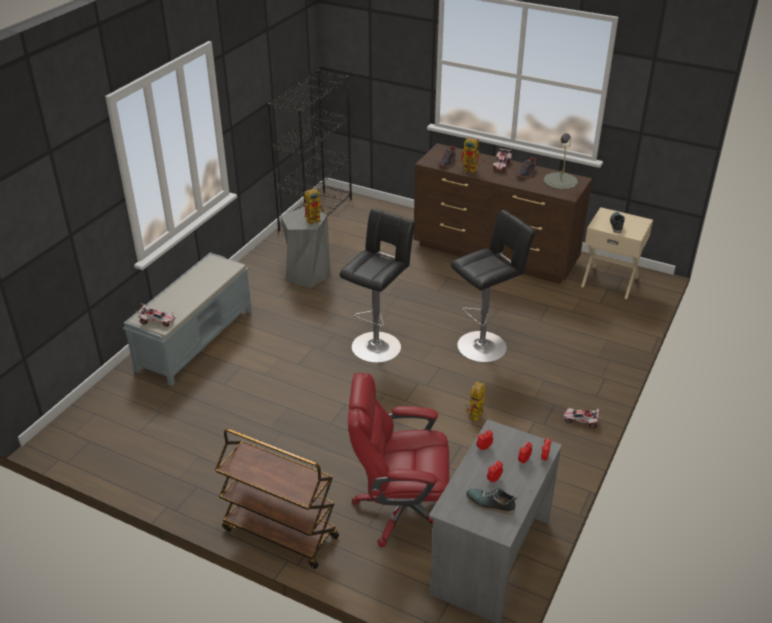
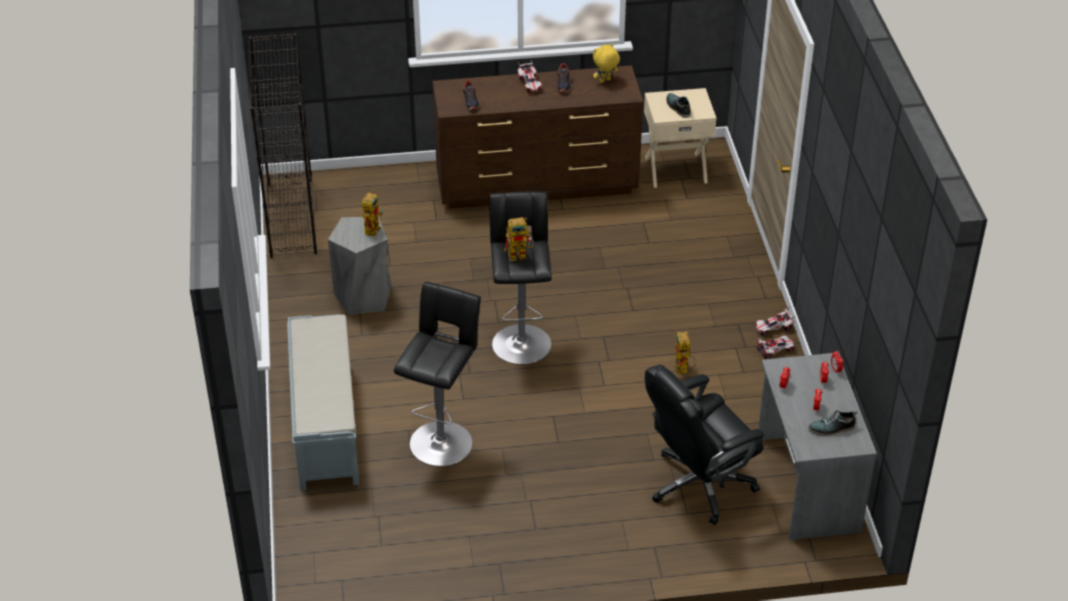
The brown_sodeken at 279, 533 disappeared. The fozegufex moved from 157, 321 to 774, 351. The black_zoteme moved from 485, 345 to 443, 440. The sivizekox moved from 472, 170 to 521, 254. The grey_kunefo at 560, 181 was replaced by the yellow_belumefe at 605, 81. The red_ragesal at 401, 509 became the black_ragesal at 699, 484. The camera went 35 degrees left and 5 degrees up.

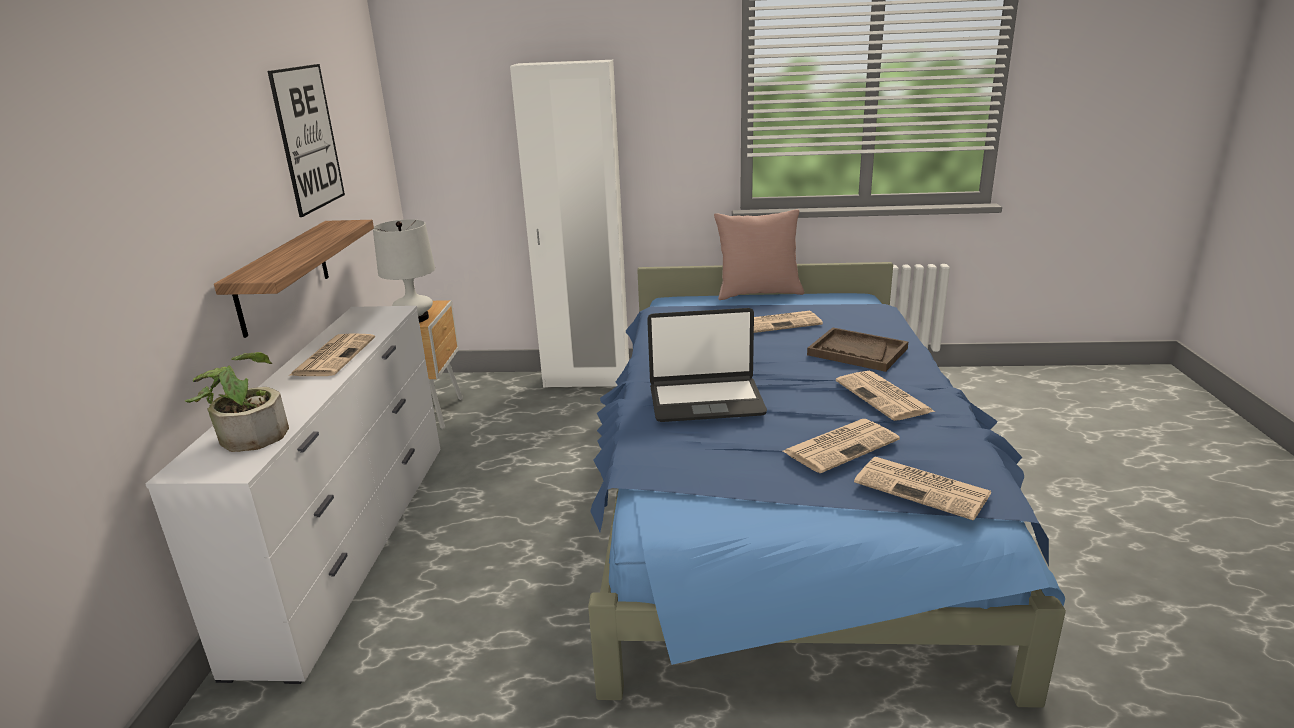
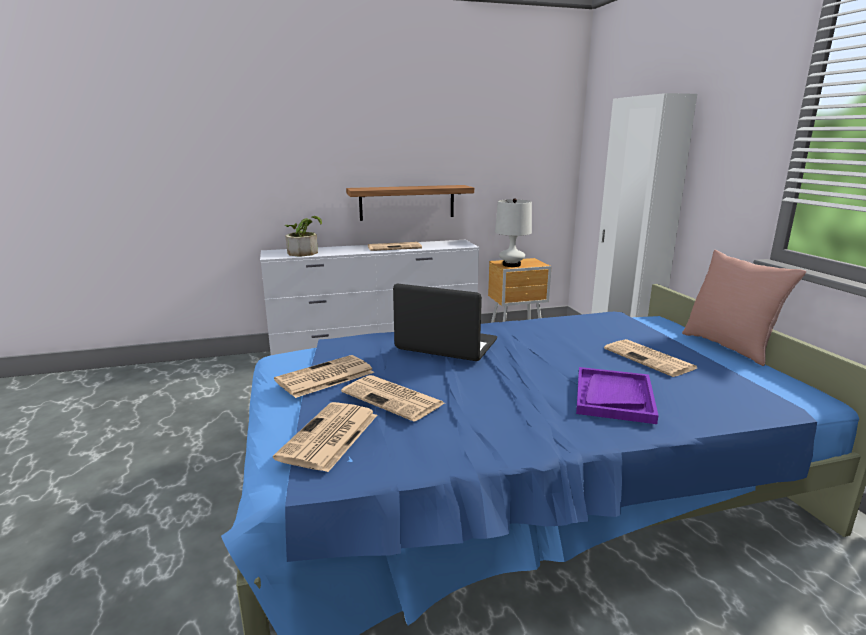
The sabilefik at 308, 138 disappeared. The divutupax moved from 884, 397 to 324, 377. The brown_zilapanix at 857, 352 became the purple_zilapanix at 613, 397. The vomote at 706, 400 turned 135 degrees clockwise. The camera went 70 degrees right and 5 degrees down.

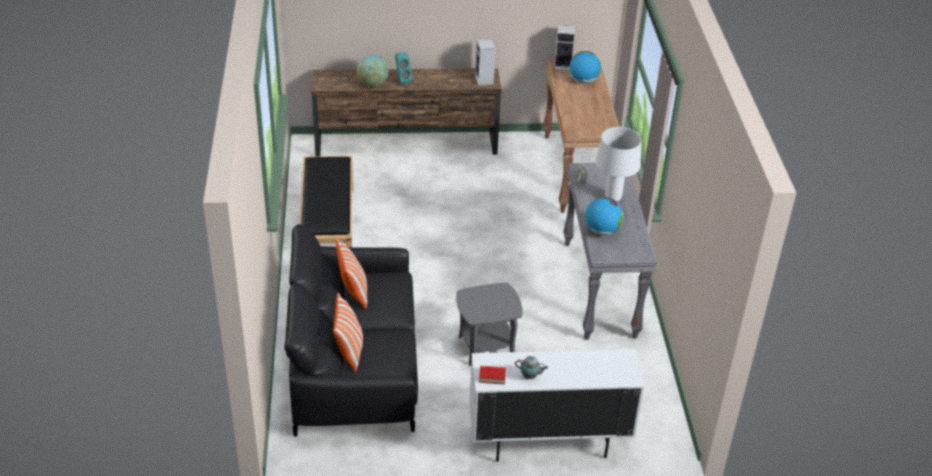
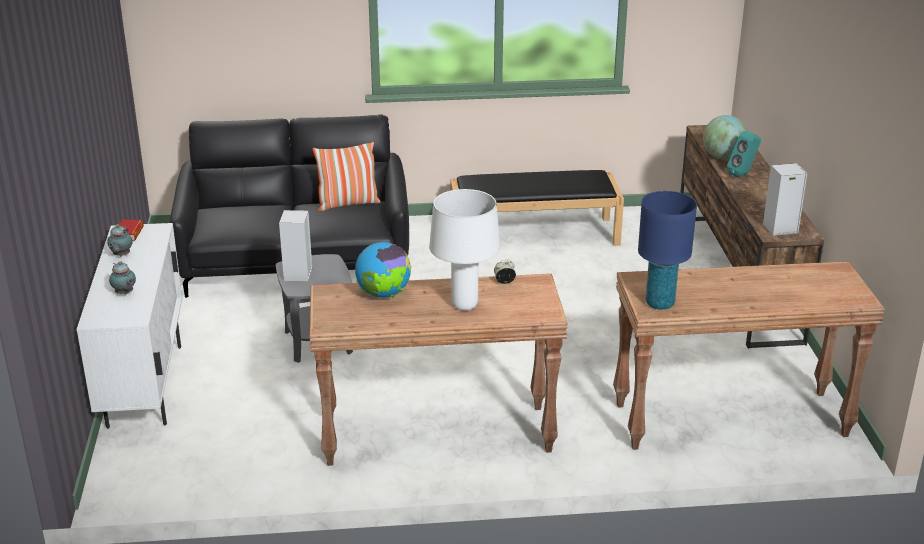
The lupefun at 349, 351 disappeared. The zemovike at 583, 81 disappeared. The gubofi at 125, 293 appeared. The blue_kunefo at 660, 303 appeared. The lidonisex moved from 563, 65 to 298, 275. The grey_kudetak at 600, 289 became the brown_kudetak at 436, 436. The camera went 90 degrees right and 10 degrees down.

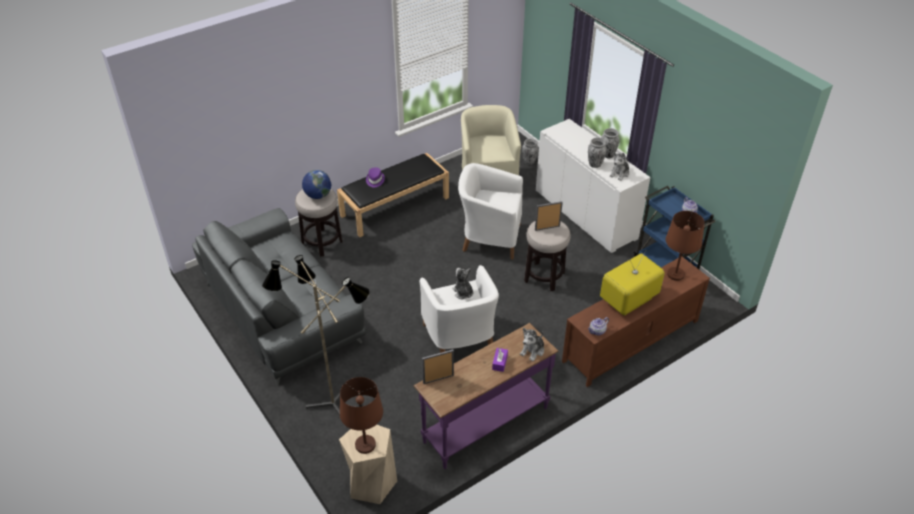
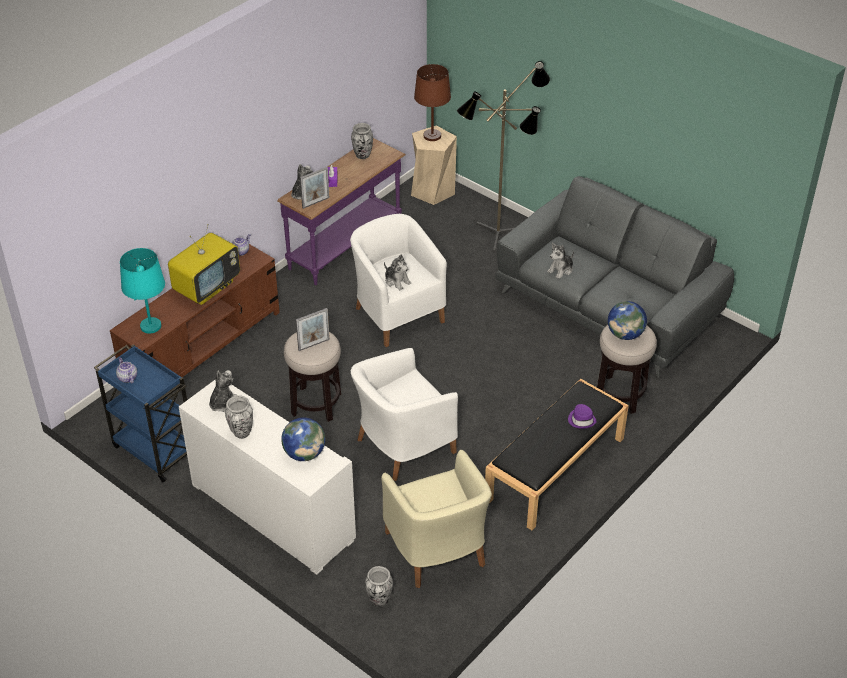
The zemovike at 304, 453 appeared. The belumefe at 561, 270 appeared. The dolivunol moved from 438, 379 to 315, 202. The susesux moved from 595, 164 to 362, 155. The brown_kunefo at 675, 274 became the turquoise_kunefo at 150, 326. The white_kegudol at 489, 238 turned 150 degrees clockwise. The camera went 165 degrees right and 0 degrees up.

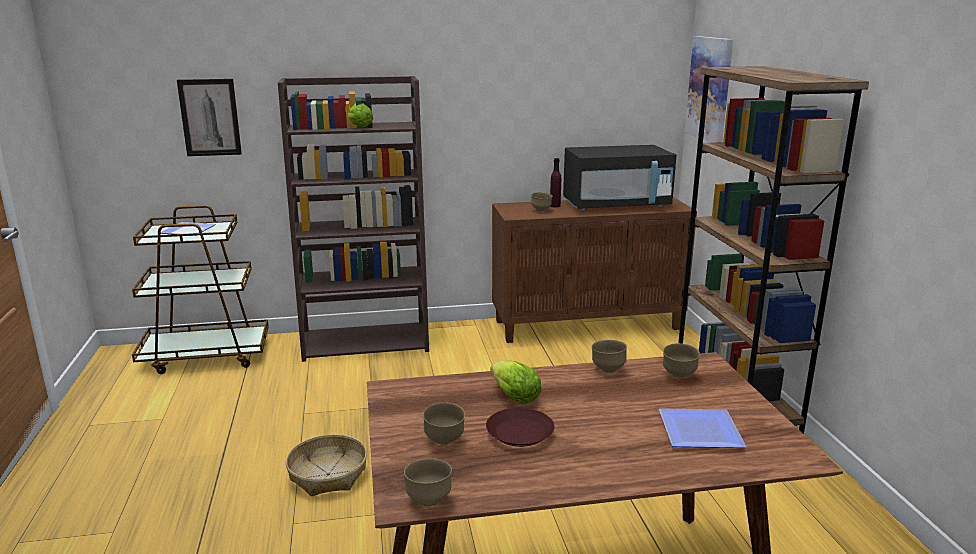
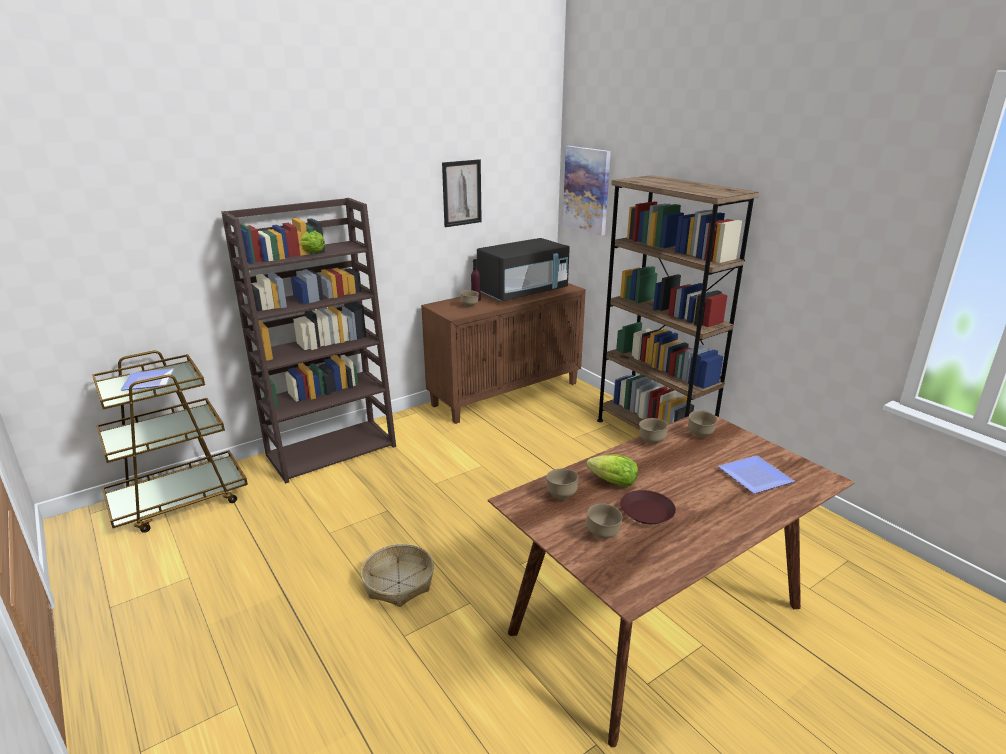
The sabilefik moved from 210, 117 to 462, 193. The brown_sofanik moved from 428, 500 to 561, 496. The camera went 25 degrees left and 5 degrees up.

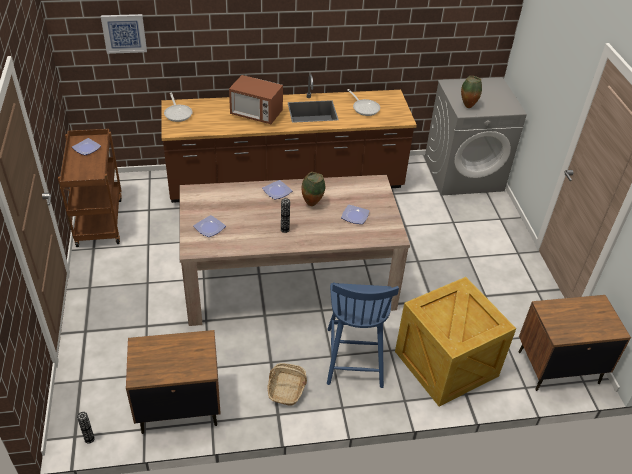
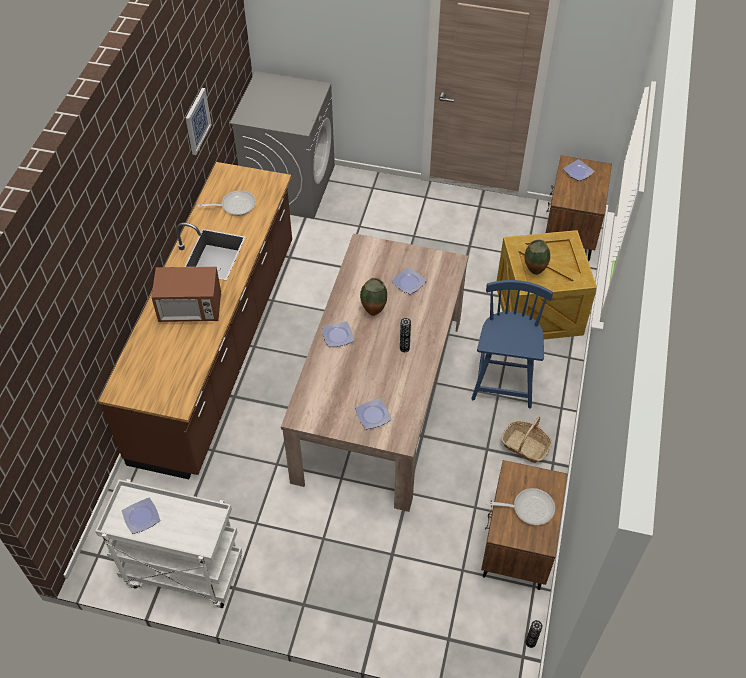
The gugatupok at 578, 171 appeared. The sabilefik moved from 124, 33 to 197, 121. The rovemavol moved from 178, 113 to 529, 508. The susesux moved from 467, 106 to 534, 272. The brown_sodeken at 99, 221 became the white_sodeken at 182, 572. The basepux at 256, 114 turned 45 degrees clockwise. The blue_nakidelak at 354, 355 turned 105 degrees counterclockwise. The camera went 65 degrees left and 10 degrees up.

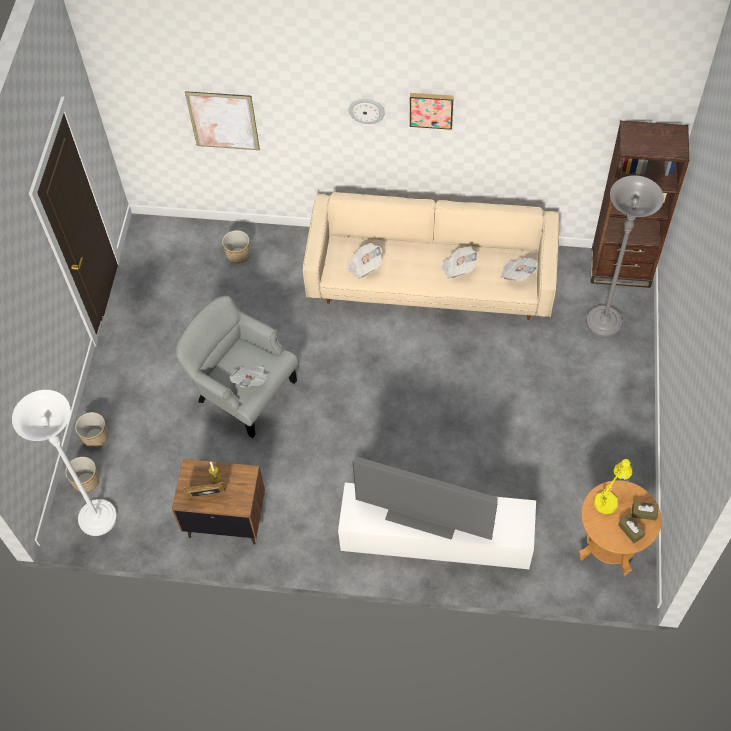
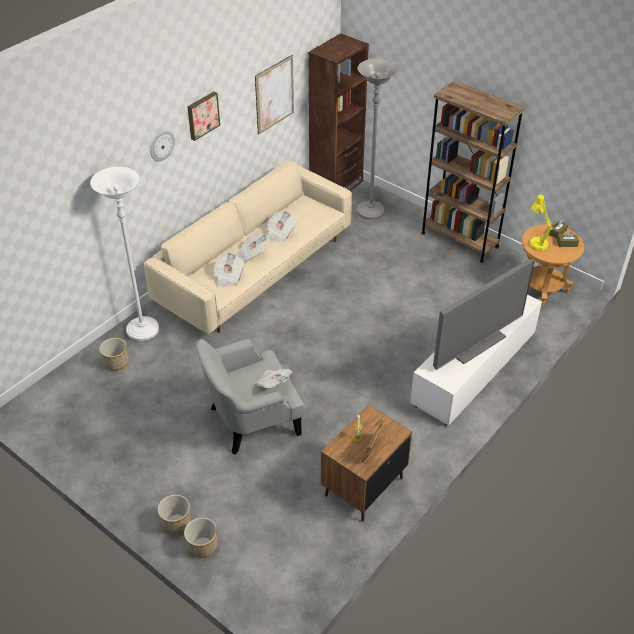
The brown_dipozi at 459, 240 appeared. The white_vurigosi moved from 98, 518 to 143, 330. The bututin moved from 86, 481 to 176, 523. The sabilefik moved from 223, 121 to 274, 94. The divutupax moved from 517, 274 to 252, 254. The camera went 60 degrees left and 15 degrees down.

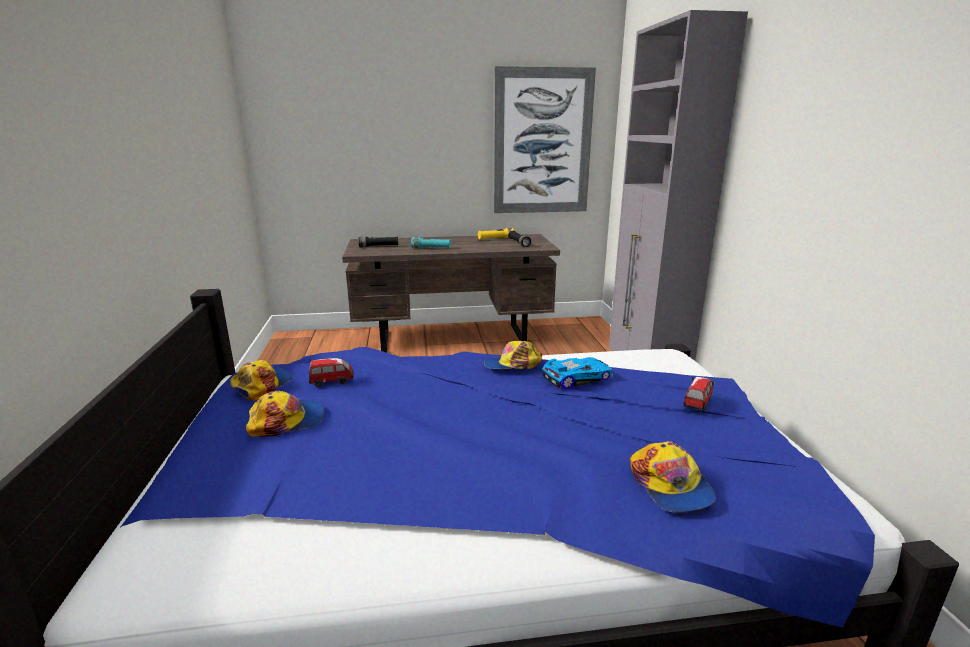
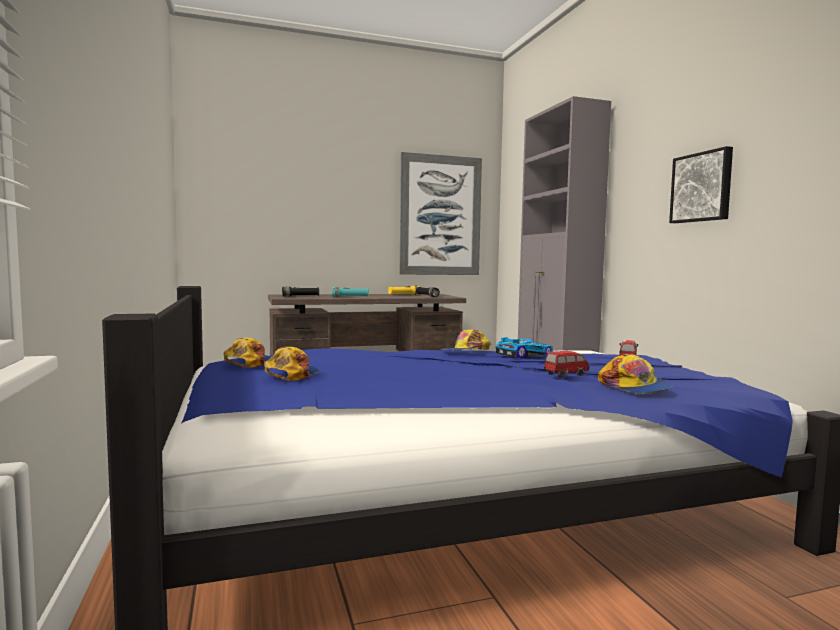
The sabilefik at 702, 187 appeared. The fozegufex moved from 332, 381 to 566, 375. The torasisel at 287, 421 turned 45 degrees counterclockwise. The camera went 10 degrees left and 15 degrees down.

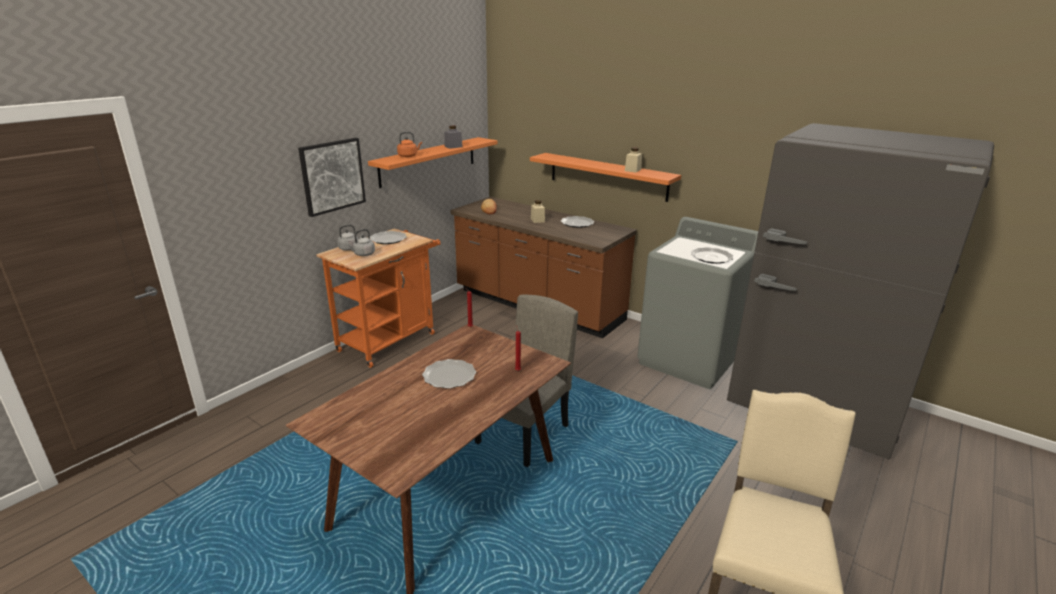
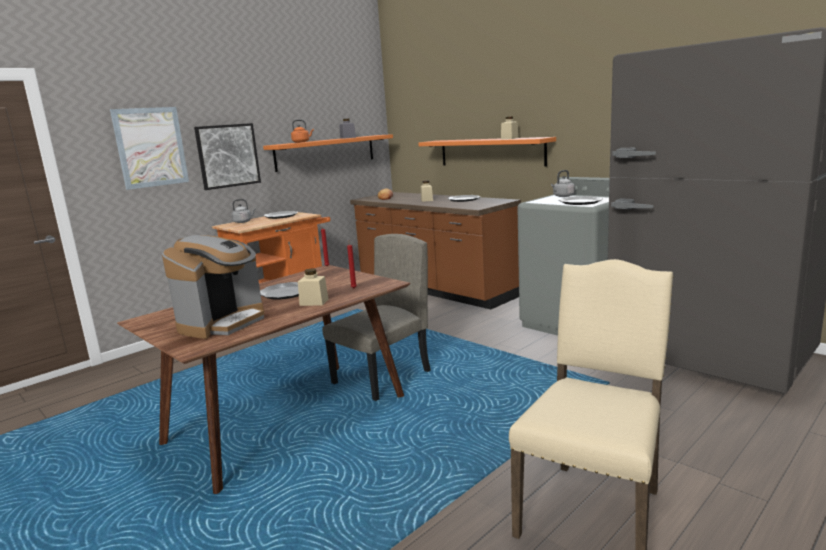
The sabilefik at 151, 147 appeared. The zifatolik at 223, 323 appeared. The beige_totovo at 314, 302 appeared. The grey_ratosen moved from 363, 254 to 563, 196. The camera went 10 degrees right and 10 degrees down.

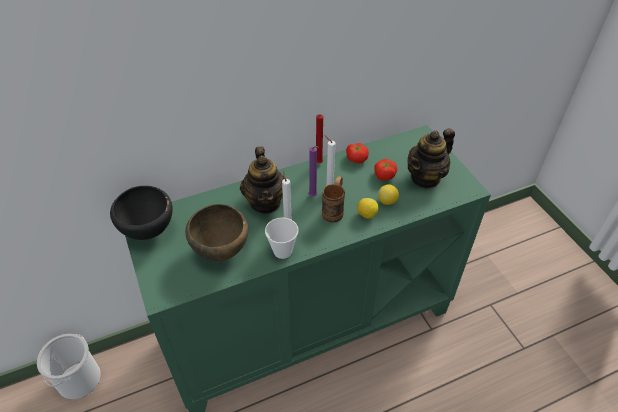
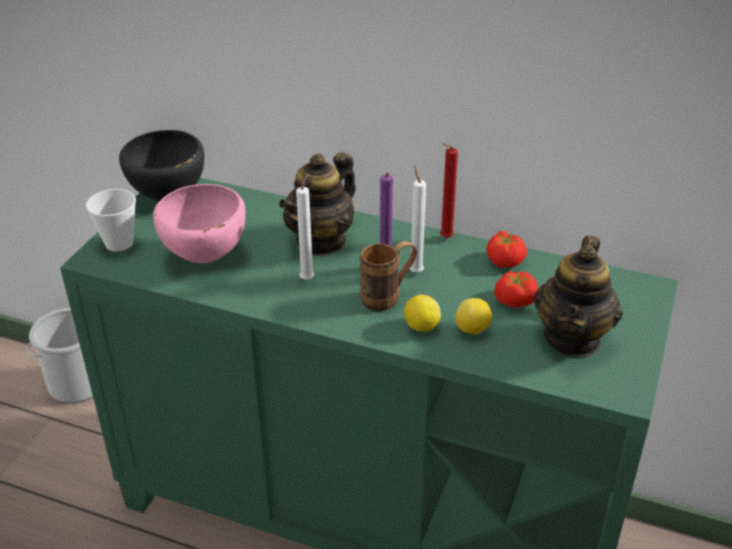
The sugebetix moved from 282, 251 to 119, 243. The brown_sofanik at 222, 251 became the pink_sofanik at 206, 258. The gubofi at 426, 177 turned 75 degrees counterclockwise. The camera went 45 degrees right and 10 degrees down.

